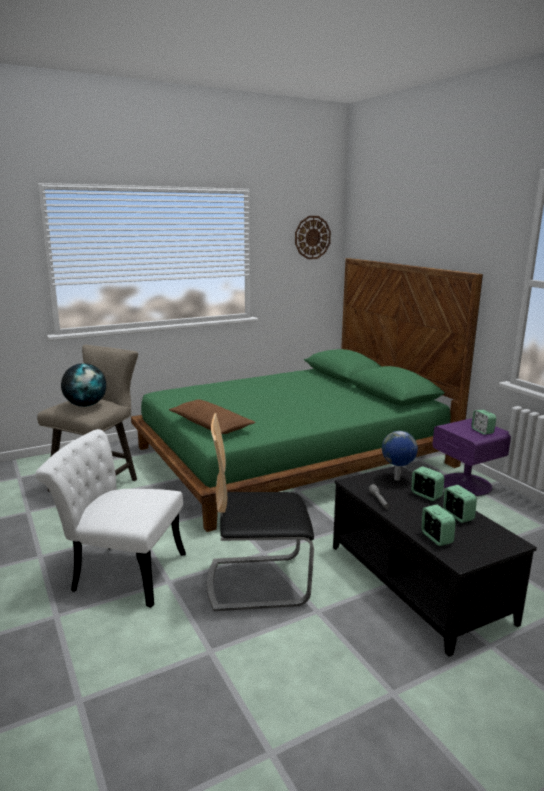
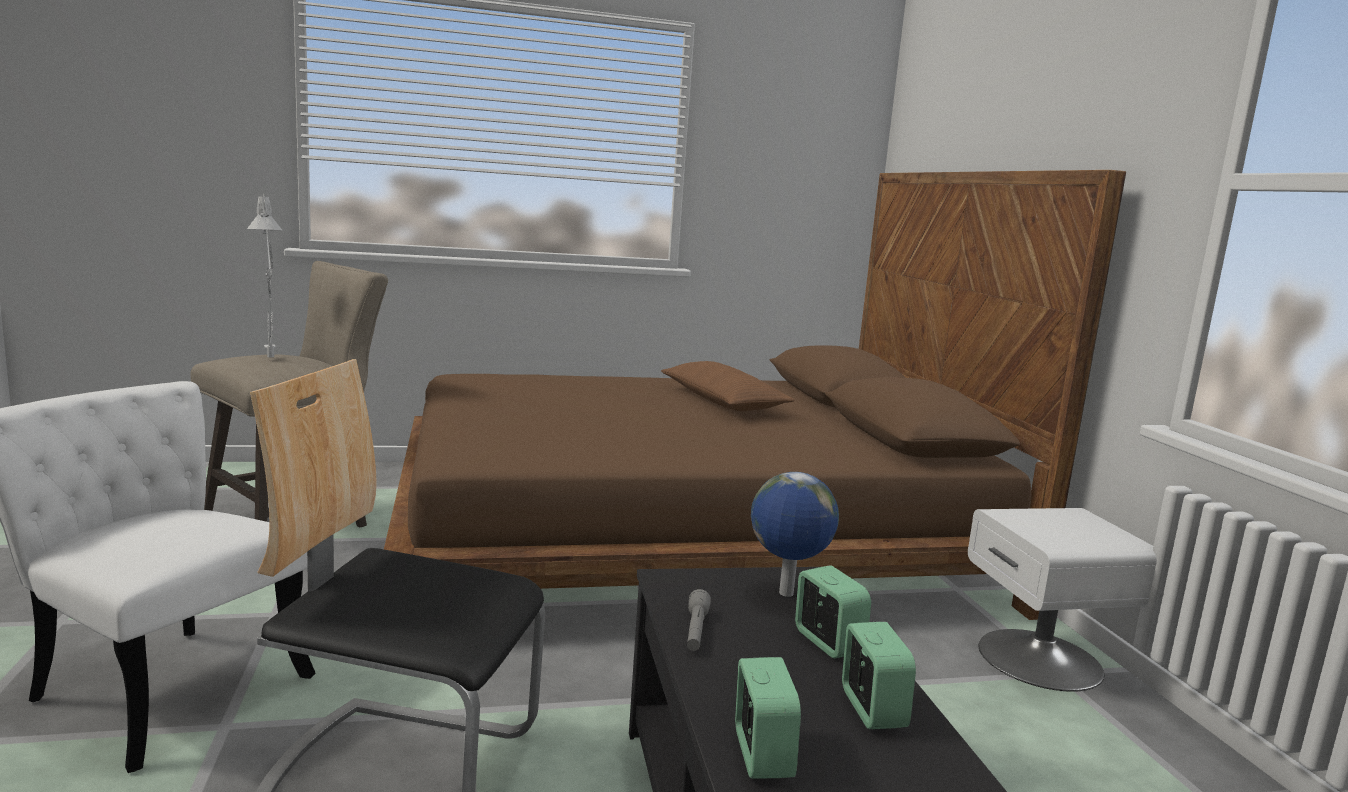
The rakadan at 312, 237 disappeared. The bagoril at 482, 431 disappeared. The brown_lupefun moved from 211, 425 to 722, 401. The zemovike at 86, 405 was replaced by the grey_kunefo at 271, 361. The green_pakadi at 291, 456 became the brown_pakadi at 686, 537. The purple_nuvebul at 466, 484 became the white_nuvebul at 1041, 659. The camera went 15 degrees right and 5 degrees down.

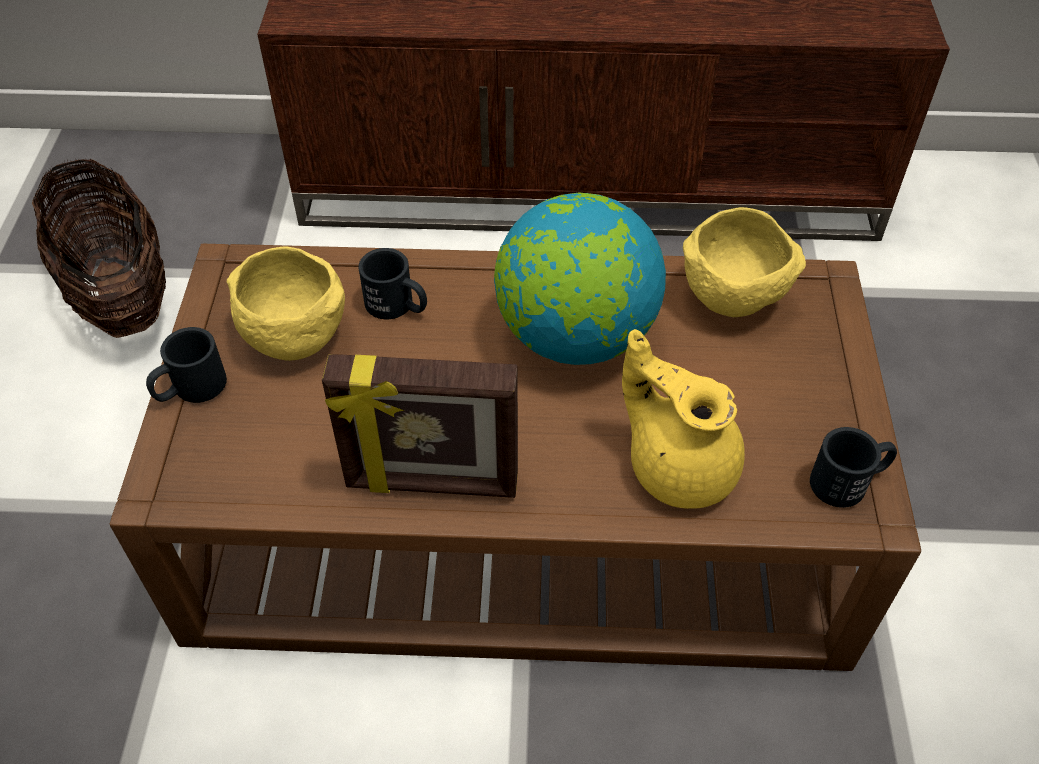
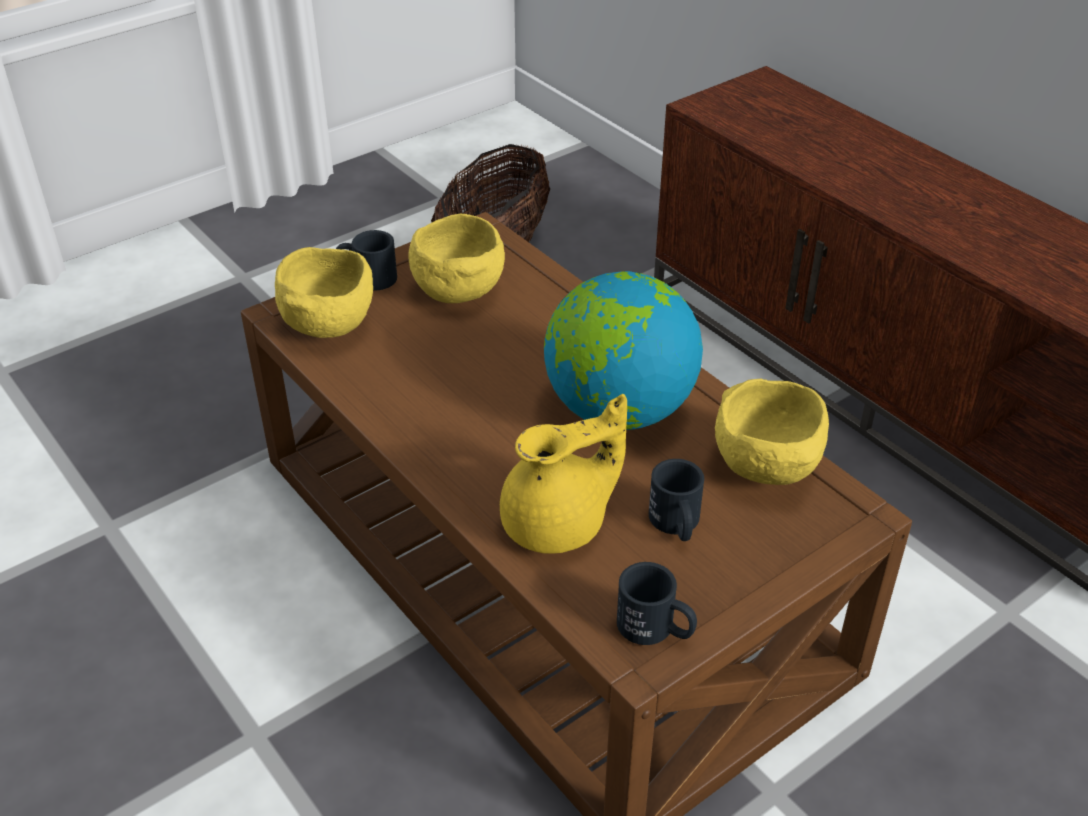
The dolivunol at 432, 484 disappeared. The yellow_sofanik at 329, 324 appeared. The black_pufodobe moved from 397, 306 to 676, 524. The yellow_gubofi at 679, 465 turned 60 degrees clockwise. The camera went 50 degrees right and 10 degrees down.

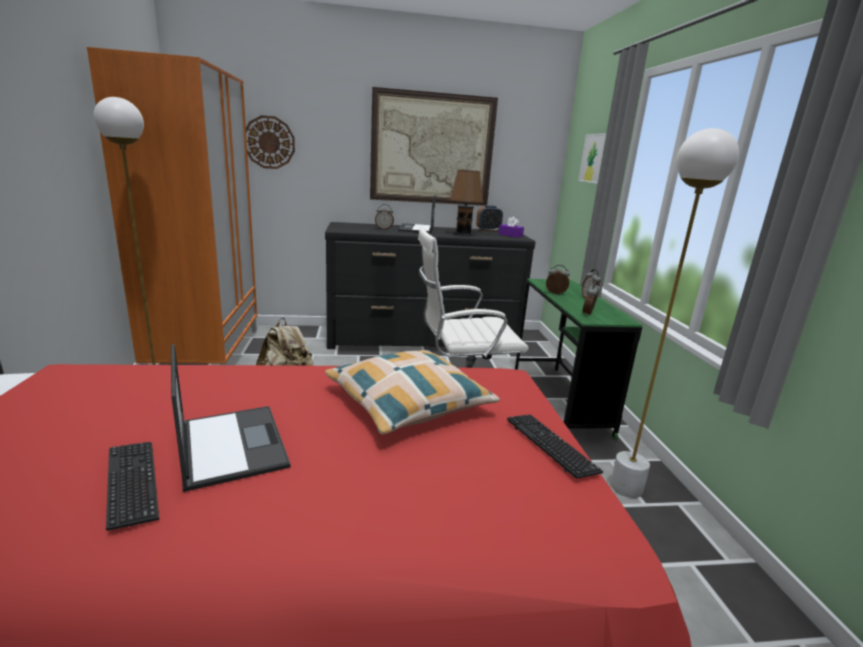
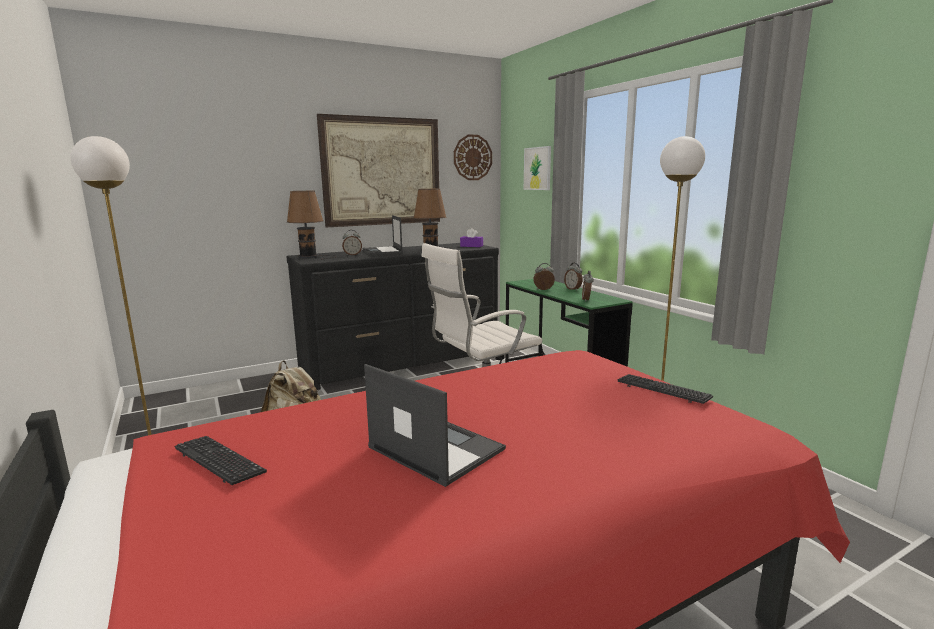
The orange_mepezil at 206, 352 disappeared. The lupefun at 408, 401 disappeared. The bagoril at 488, 231 disappeared. The brown_kunefo at 310, 256 appeared. The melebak moved from 132, 484 to 219, 461. The rakadan moved from 269, 142 to 472, 157. The camera went 20 degrees left and 5 degrees down.

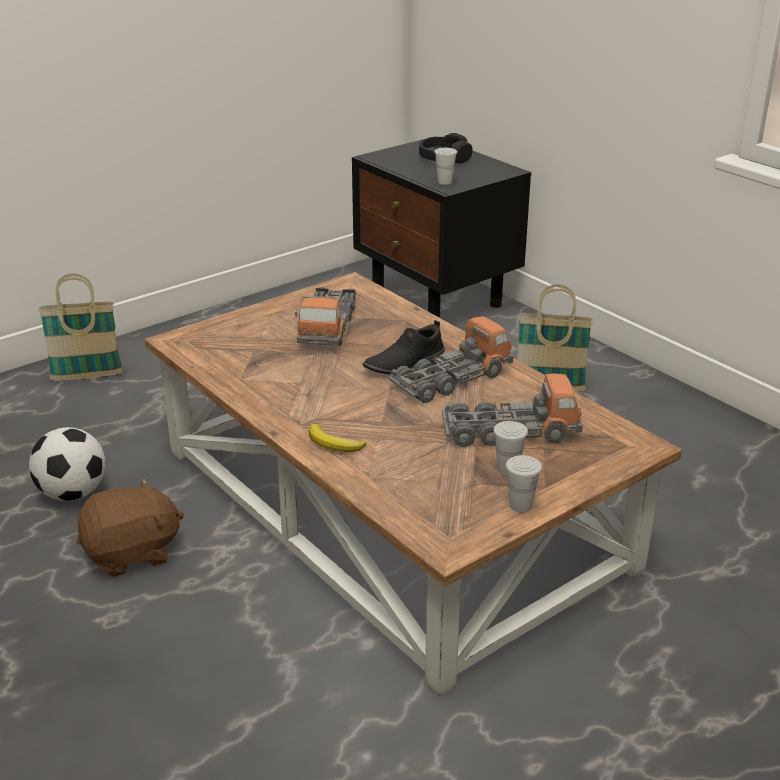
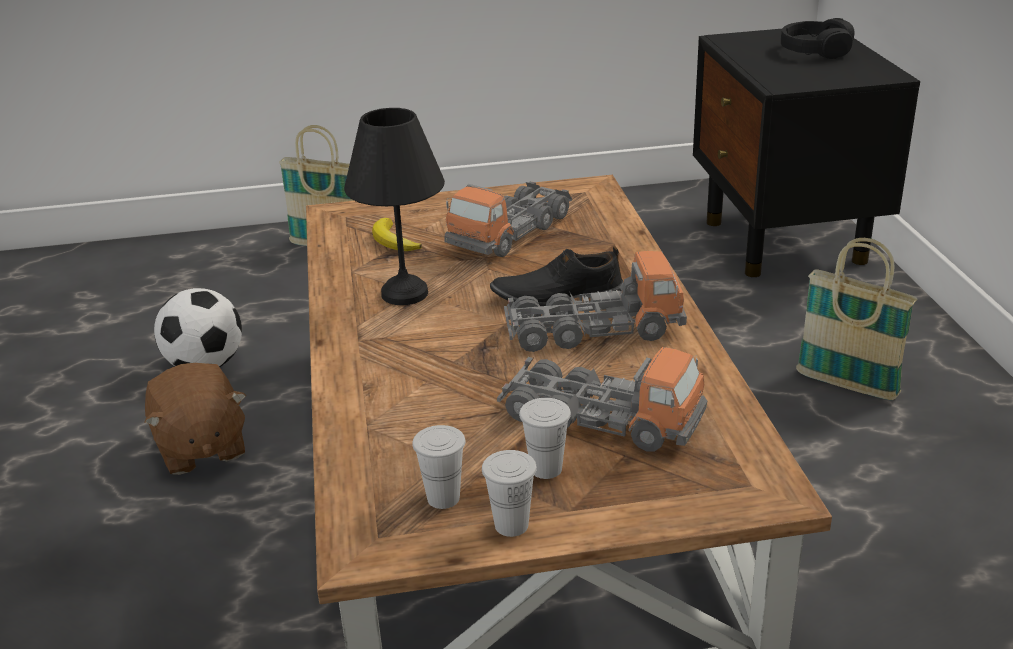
The black_kunefo at 402, 293 appeared. The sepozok moved from 334, 444 to 393, 241. The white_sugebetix moved from 445, 182 to 443, 498. The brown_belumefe at 132, 553 turned 60 degrees clockwise. The camera went 30 degrees right and 0 degrees up.

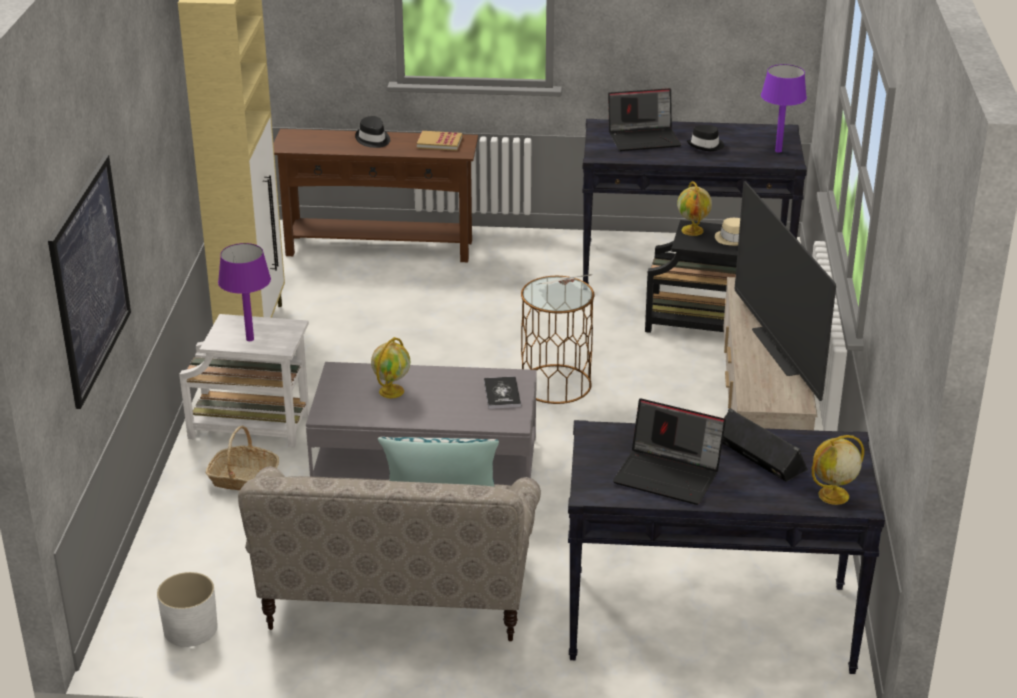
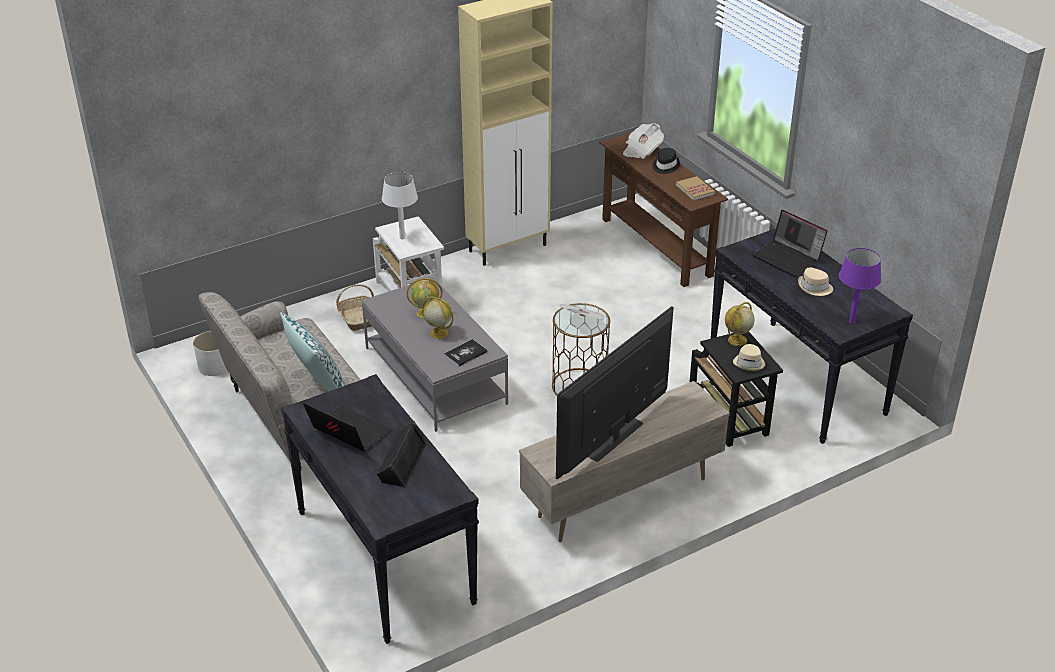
The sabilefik at 90, 279 disappeared. The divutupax at 641, 151 appeared. The zemovike moved from 833, 496 to 438, 333. The purple_kunefo at 249, 339 became the white_kunefo at 402, 237. The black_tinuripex at 706, 145 became the beige_tinuripex at 814, 287. The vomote at 669, 475 turned 135 degrees clockwise. The camera went 55 degrees right and 5 degrees up.

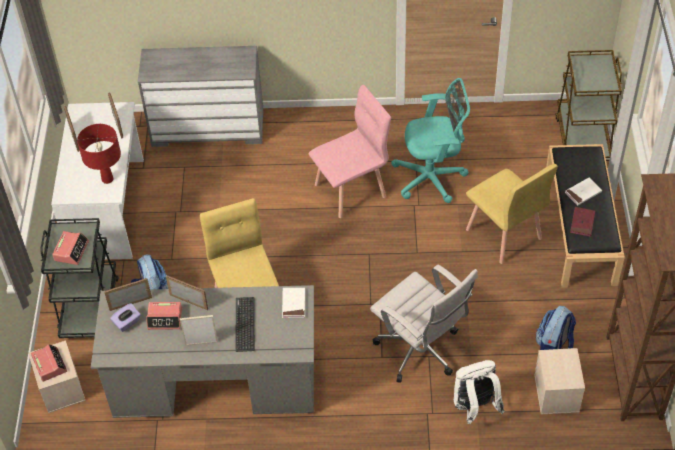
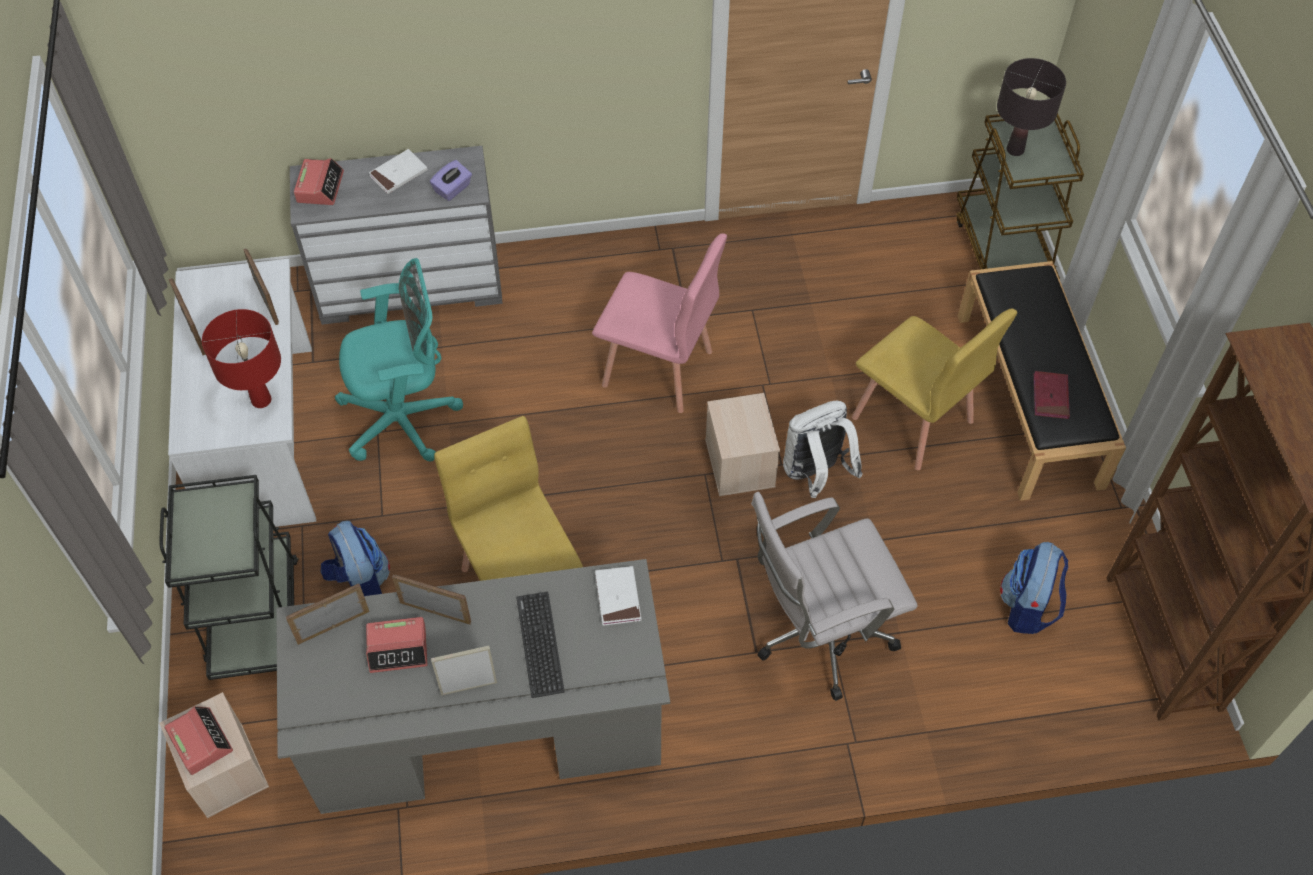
The black_kunefo at 1015, 150 appeared. The bagoril moved from 71, 250 to 320, 187. The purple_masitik moved from 127, 323 to 453, 189. The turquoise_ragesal moved from 432, 178 to 405, 419. The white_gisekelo moved from 475, 407 to 815, 474. The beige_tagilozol moved from 557, 394 to 741, 464. The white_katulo moved from 583, 192 to 398, 174. The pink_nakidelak at 351, 190 turned 60 degrees clockwise. The white_ragesal at 421, 351 turned 120 degrees clockwise. The camera went 10 degrees left and 5 degrees up.

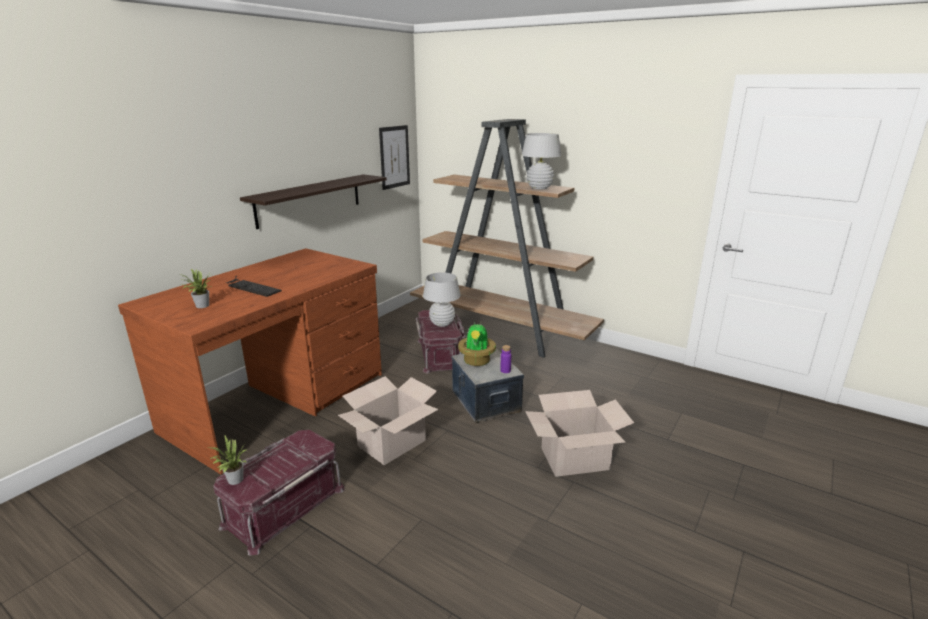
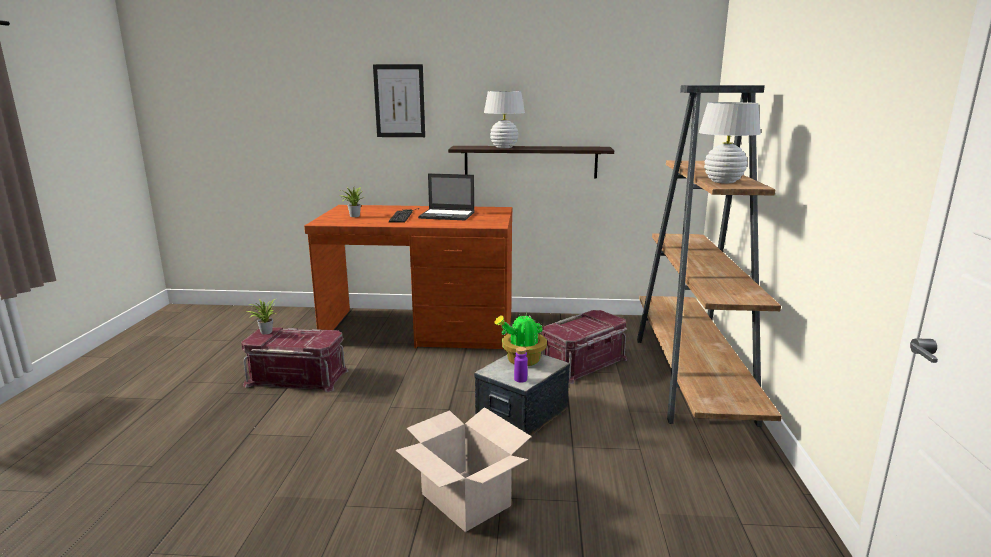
The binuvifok at 391, 443 disappeared. The vomote at 447, 215 appeared. The sabilefik moved from 394, 157 to 399, 101. The white_kunefo moved from 442, 324 to 504, 147. The camera went 60 degrees right and 5 degrees down.

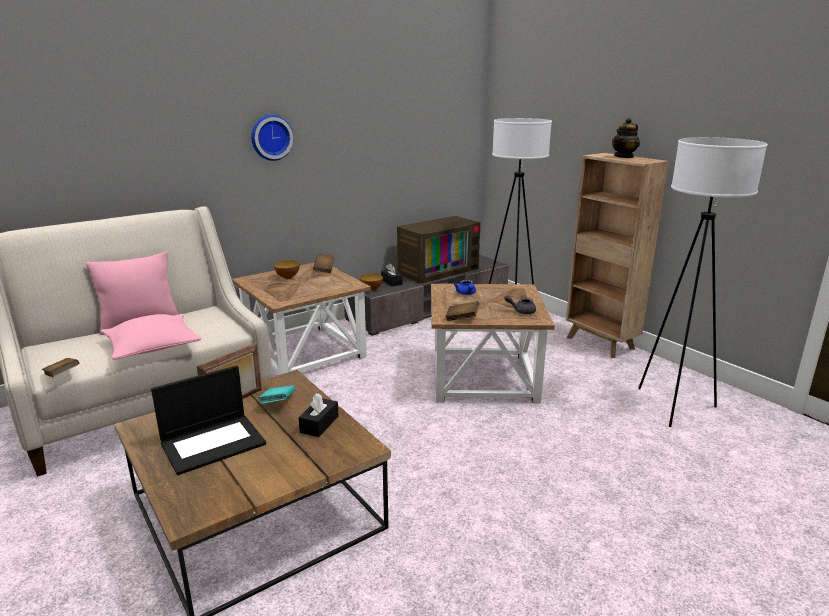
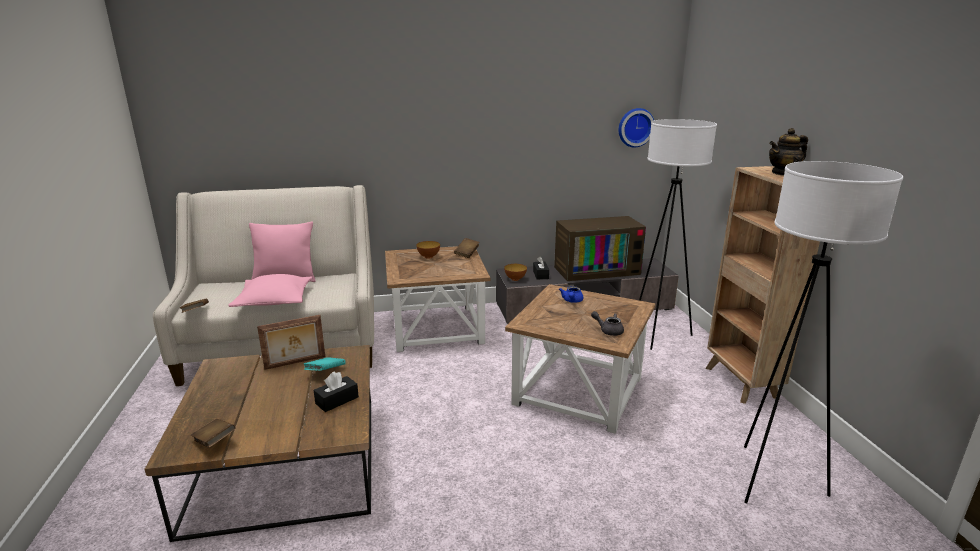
The vomote at 214, 443 disappeared. The rakadan moved from 271, 137 to 635, 127. The brown_katulo moved from 462, 319 to 215, 442. The camera went 25 degrees right and 0 degrees up.

